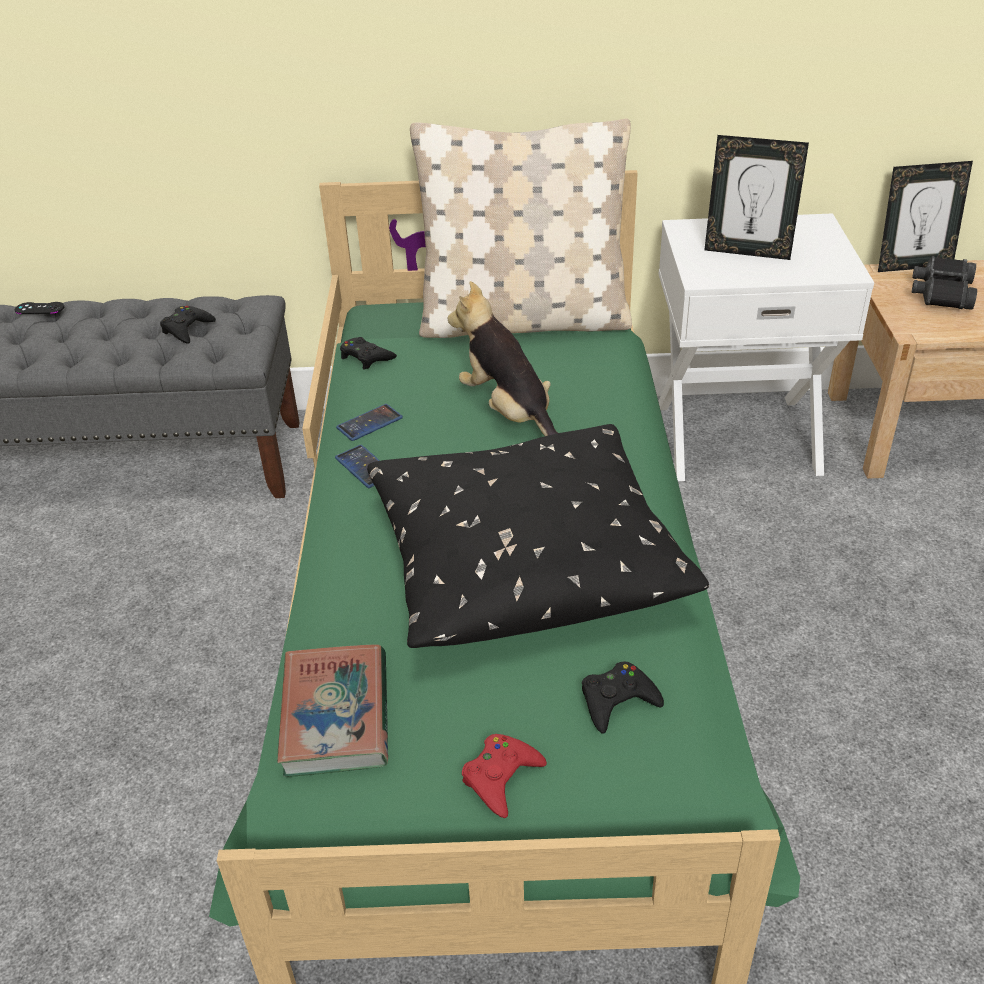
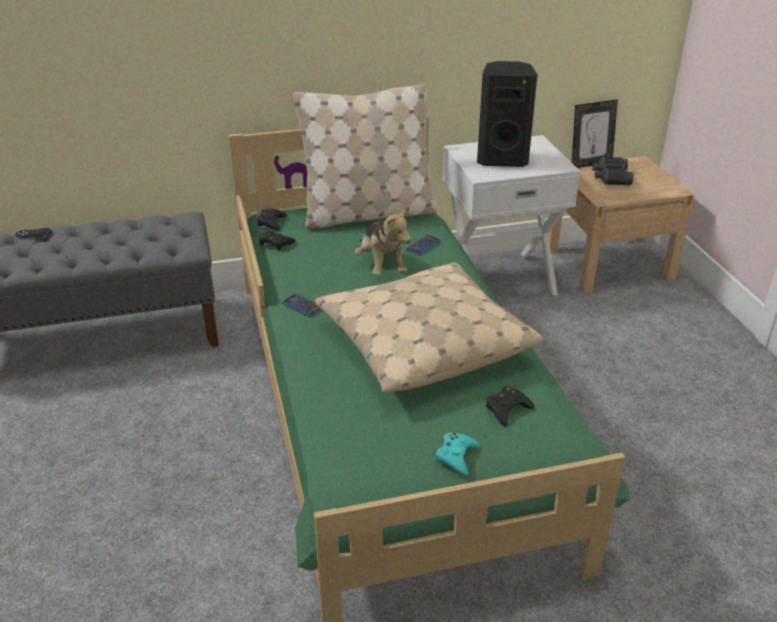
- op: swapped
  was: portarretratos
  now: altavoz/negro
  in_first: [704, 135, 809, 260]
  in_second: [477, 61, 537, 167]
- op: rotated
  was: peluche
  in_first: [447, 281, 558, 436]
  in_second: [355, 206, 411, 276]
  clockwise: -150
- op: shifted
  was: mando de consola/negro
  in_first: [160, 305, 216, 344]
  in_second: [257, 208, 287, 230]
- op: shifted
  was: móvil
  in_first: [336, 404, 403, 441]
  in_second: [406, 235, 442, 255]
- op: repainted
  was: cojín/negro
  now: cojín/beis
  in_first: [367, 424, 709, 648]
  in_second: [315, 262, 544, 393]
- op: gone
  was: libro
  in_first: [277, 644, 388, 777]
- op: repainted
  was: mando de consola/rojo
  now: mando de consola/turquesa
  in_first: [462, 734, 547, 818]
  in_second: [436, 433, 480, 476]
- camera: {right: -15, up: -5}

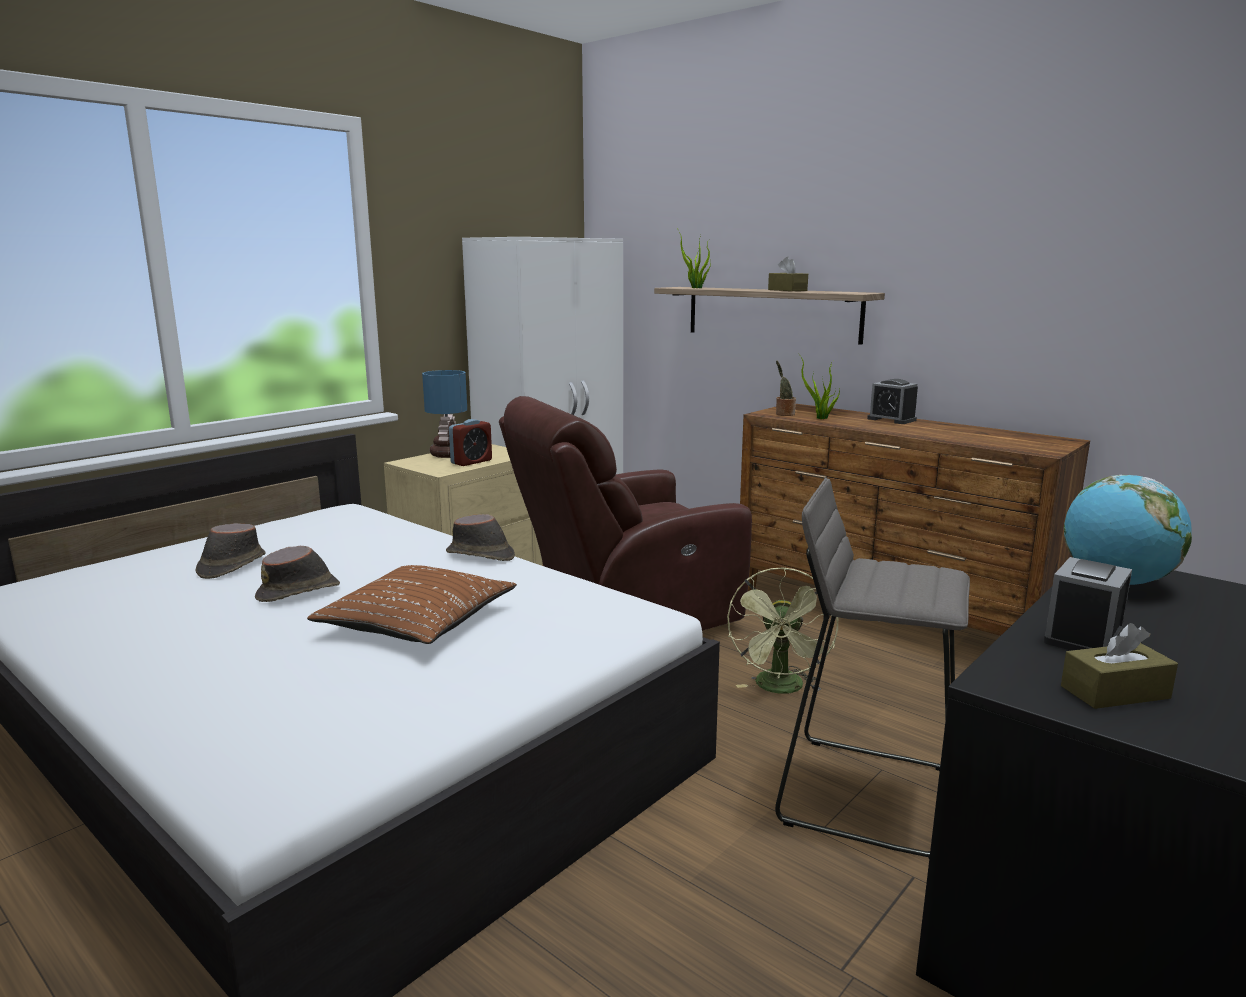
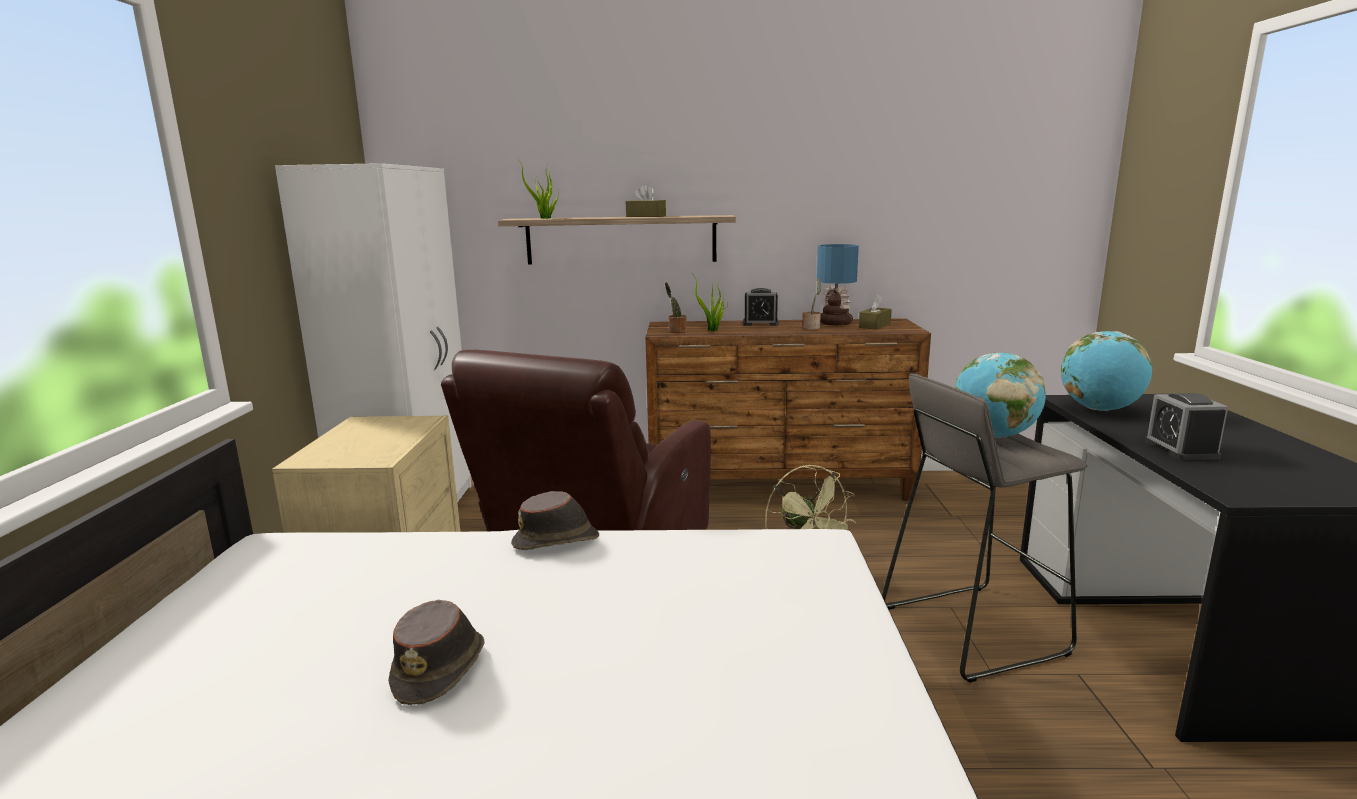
- op: shifted
  was: lámpara de mesa
  in_first: [422, 370, 467, 458]
  in_second: [817, 244, 859, 325]
- op: gone
  was: despertador
  in_first: [449, 419, 492, 466]
- op: gone
  was: sombrero/marrón
  in_first: [196, 523, 266, 579]
- op: gone
  was: cojín/marrón
  in_first: [307, 565, 517, 644]
- op: shifted
  was: caja de pañuelos/marrón
  in_first: [1061, 623, 1178, 709]
  in_second: [859, 295, 892, 330]
- op: new
  now: planta en maceta
  in_second: [802, 278, 821, 330]
- op: new
  now: globo terráqueo
  in_second: [955, 352, 1046, 438]
- camera: {right: -40, up: 0}

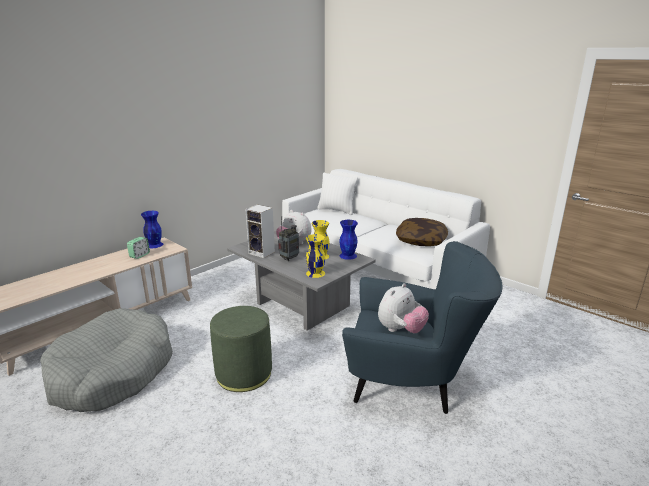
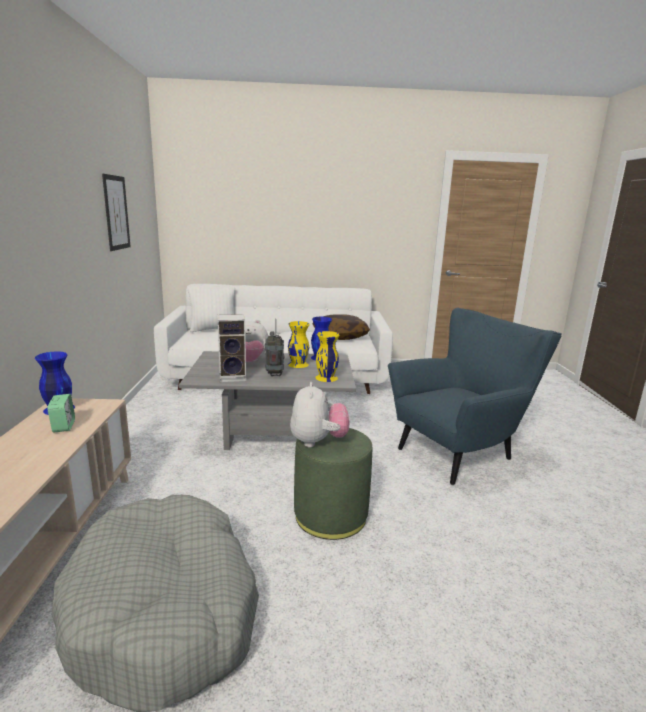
- op: shifted
  was: peluche
  in_first: [378, 283, 429, 333]
  in_second: [290, 382, 350, 447]
- op: new
  now: cuadro
  in_second: [102, 174, 131, 251]
- camera: {right: -45, up: -5}

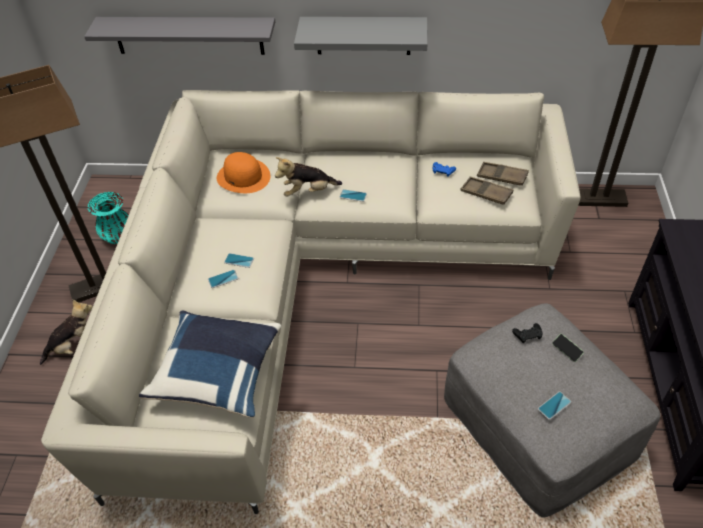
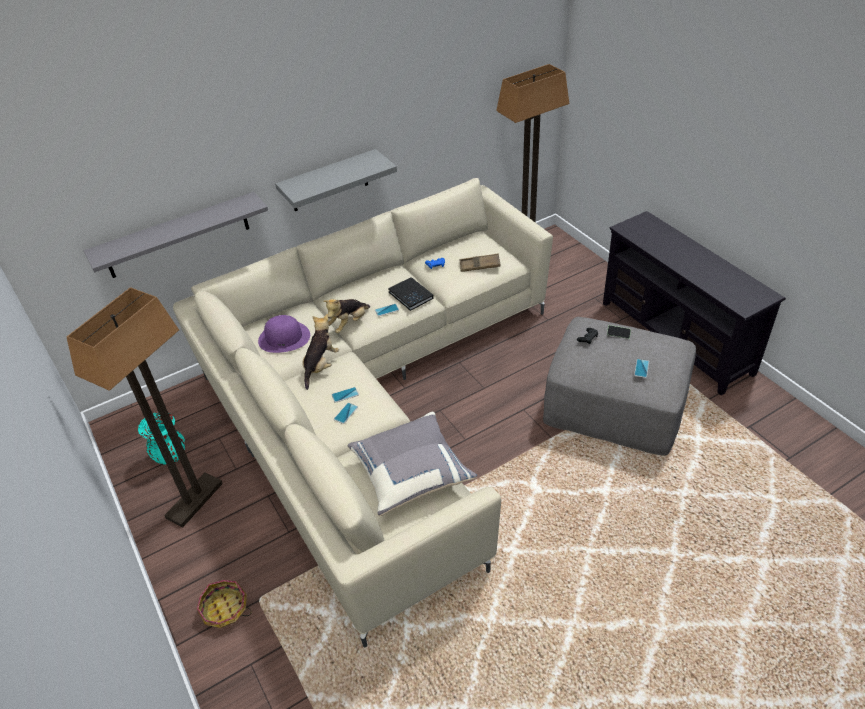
- op: repainted
  was: sombrero/naranja
  now: sombrero/morado
  in_first: [217, 152, 270, 193]
  in_second: [258, 315, 310, 353]
- op: gone
  was: bandeja/marrón
  in_first: [477, 162, 529, 186]
- op: shifted
  was: peluche
  in_first: [40, 299, 93, 365]
  in_second: [302, 314, 339, 390]
- op: repainted
  was: cojín/azul
  now: cojín/gris
  in_first: [139, 310, 281, 418]
  in_second: [348, 412, 477, 516]
- op: new
  now: libro/negro
  in_second: [388, 277, 434, 311]
- op: new
  now: cesta
  in_second: [197, 580, 252, 628]
- camera: {right: -35, up: -5}

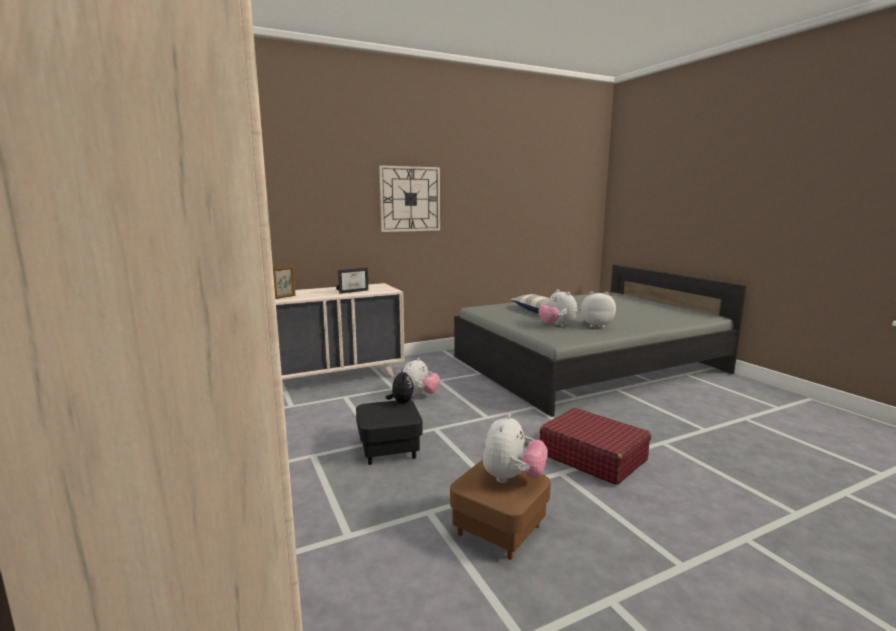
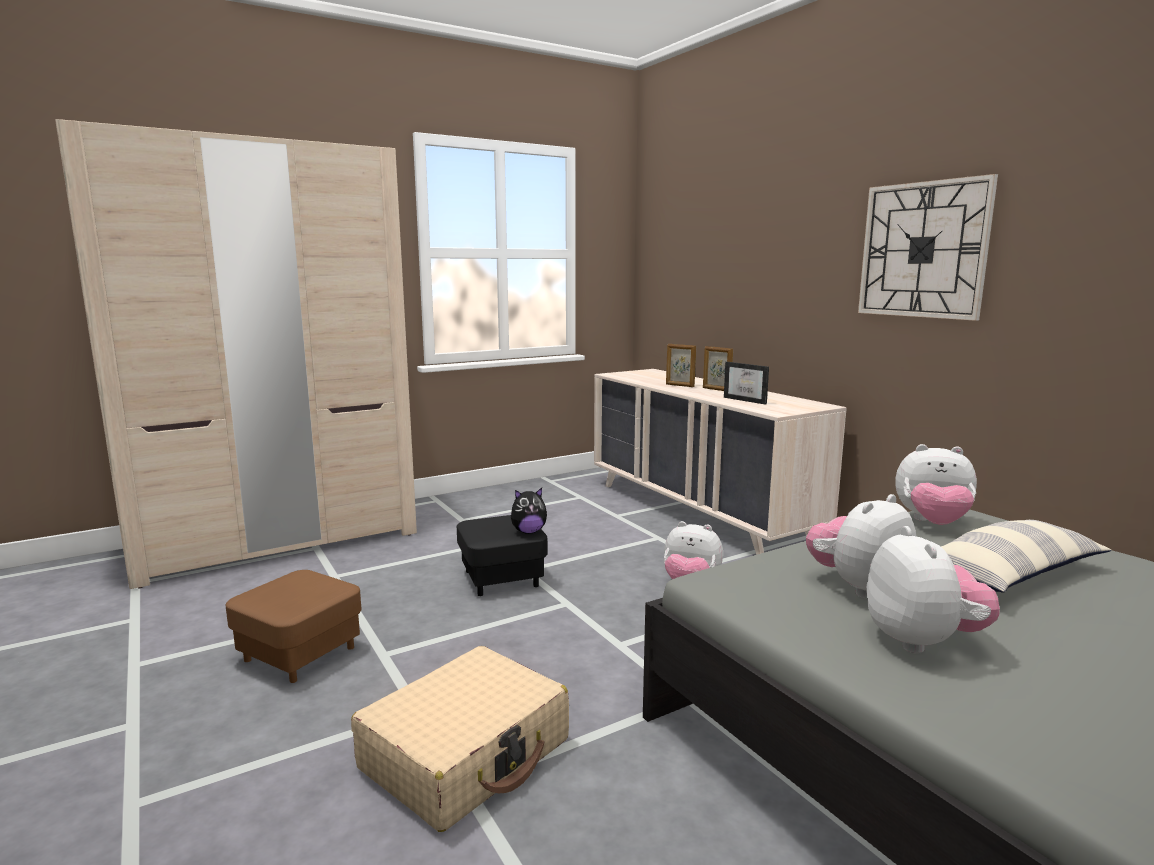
- op: repainted
  was: maleta/rojo
  now: maleta/beis
  in_first: [540, 408, 651, 485]
  in_second: [351, 646, 569, 832]
- op: shifted
  was: peluche
  in_first: [483, 413, 548, 483]
  in_second: [895, 444, 977, 525]
- op: new
  now: portarretratos
  in_second: [703, 346, 733, 391]
- camera: {right: 85, up: 0}

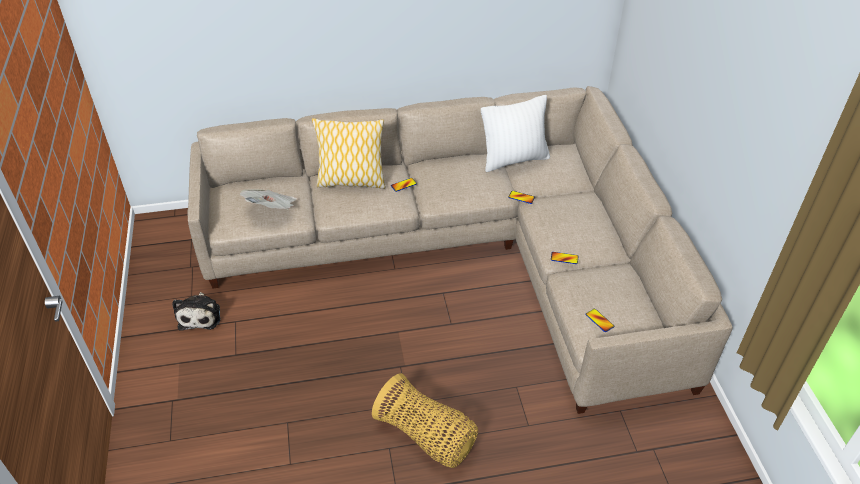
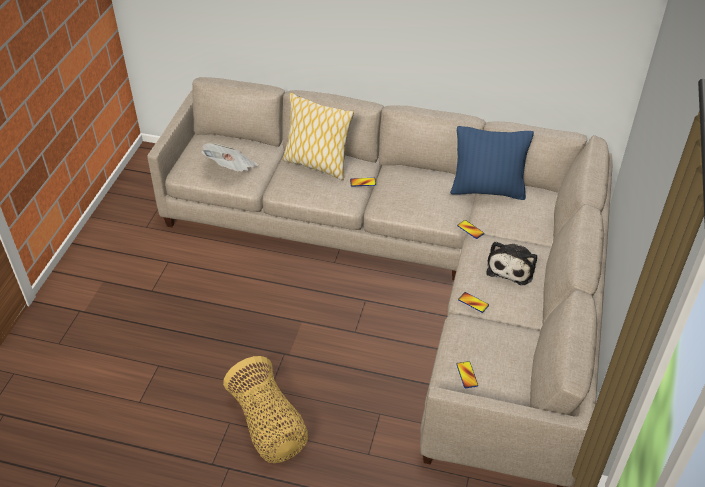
- op: repainted
  was: cojín/blanco
  now: cojín/azul
  in_first: [481, 95, 550, 172]
  in_second: [450, 126, 534, 200]
- op: shifted
  was: peluche
  in_first: [172, 292, 220, 331]
  in_second: [486, 242, 537, 285]
- camera: {right: 25, up: 0}

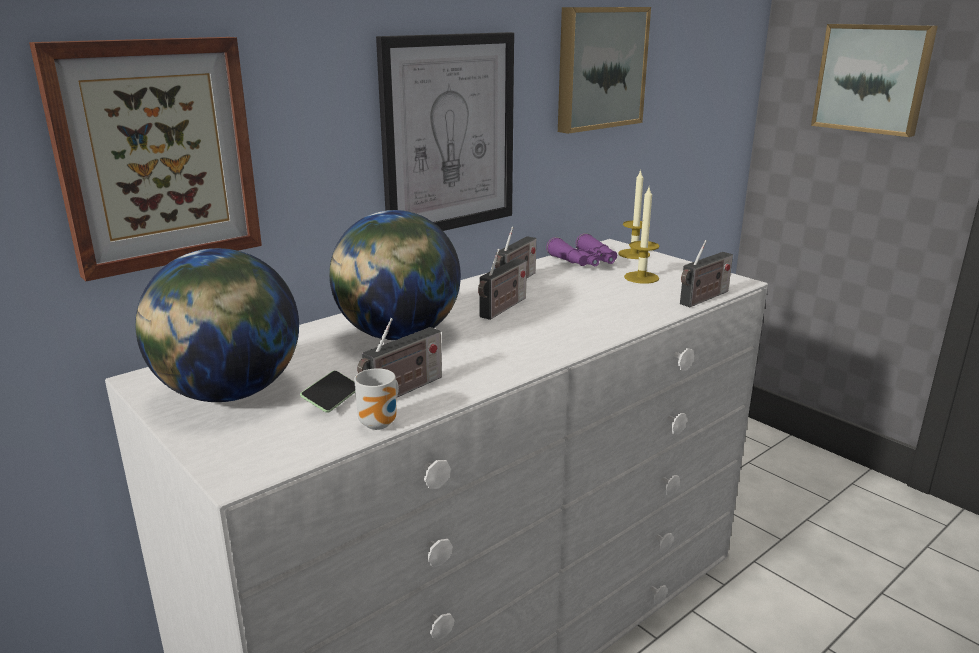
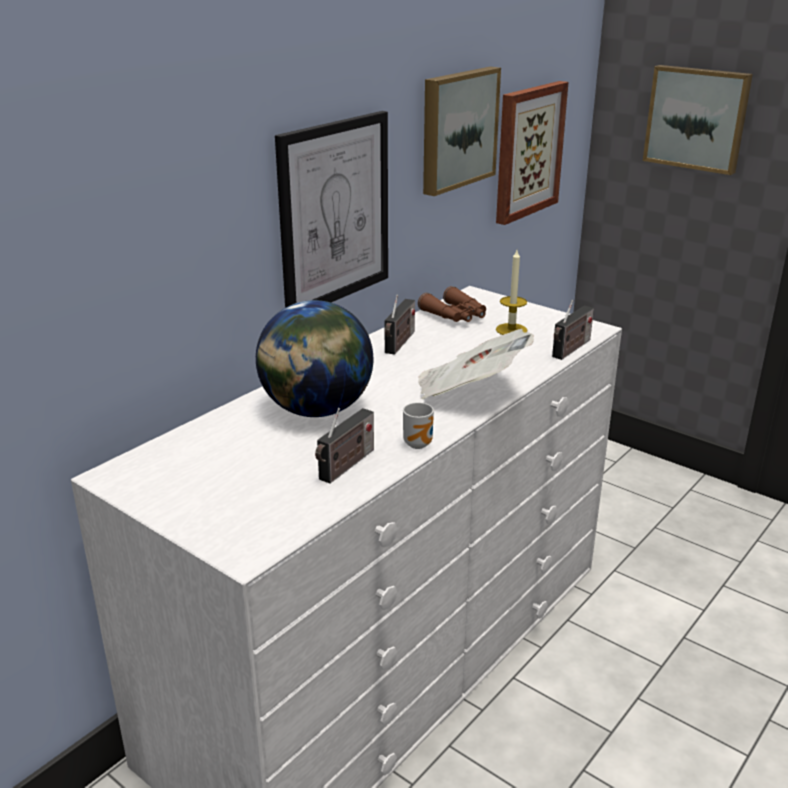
- op: shifted
  was: cuadro
  in_first: [29, 37, 262, 281]
  in_second: [496, 81, 568, 225]
- op: gone
  was: vela
  in_first: [618, 169, 650, 259]
- op: repainted
  was: prismáticos/morado
  now: prismáticos/marrón
  in_first: [546, 233, 617, 266]
  in_second: [418, 286, 486, 322]
- op: gone
  was: globo terráqueo
  in_first: [135, 248, 299, 402]
- op: gone
  was: radio
  in_first: [478, 249, 527, 320]
- op: shifted
  was: taza grande
  in_first: [354, 368, 399, 430]
  in_second: [403, 402, 434, 449]
- op: gone
  was: móvil
  in_first: [300, 370, 355, 413]
- op: new
  now: periódico
  in_second: [418, 329, 534, 399]
- camera: {right: -10, up: 5}

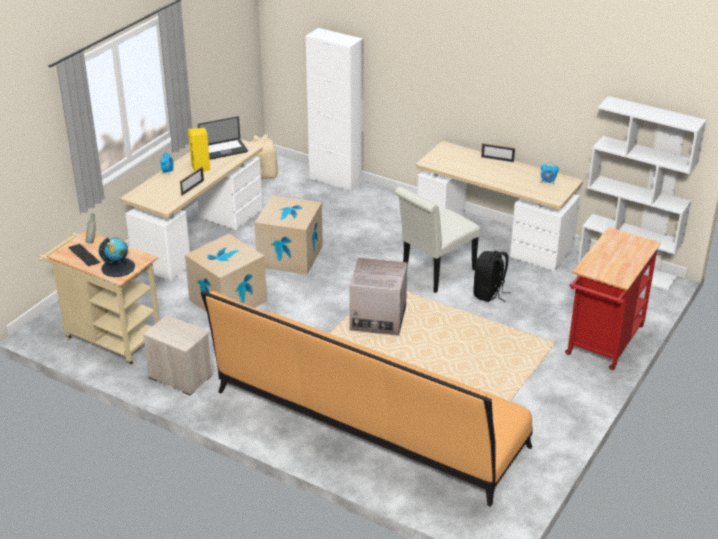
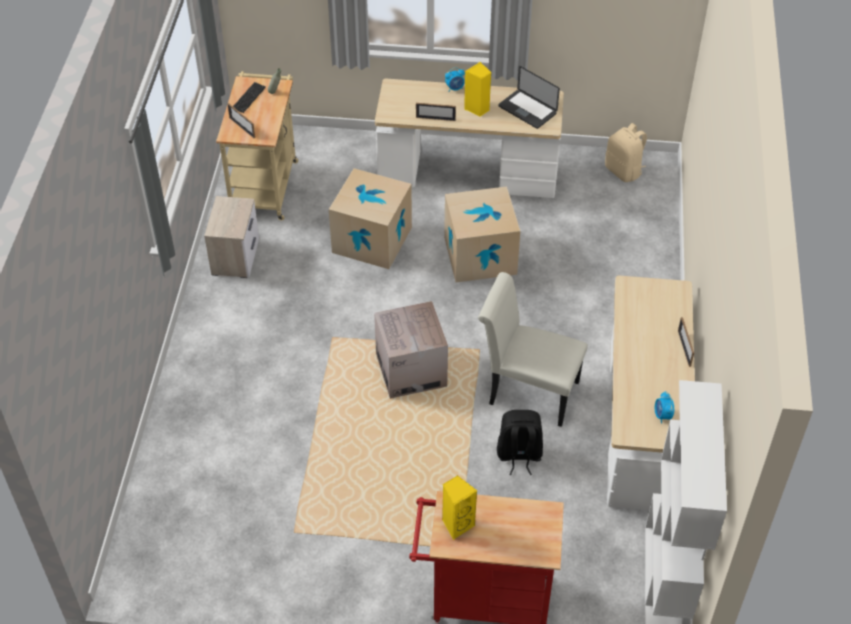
- op: gone
  was: armario/blanco
  in_first: [306, 28, 363, 192]
- op: swapped
  was: globo terráqueo
  now: portarretratos
  in_first: [99, 238, 135, 277]
  in_second: [228, 103, 255, 138]
- op: gone
  was: sofá/naranja
  in_first: [201, 291, 533, 507]
- op: new
  now: altavoz/amarillo
  in_second: [442, 475, 477, 540]
- camera: {right: 65, up: 15}

